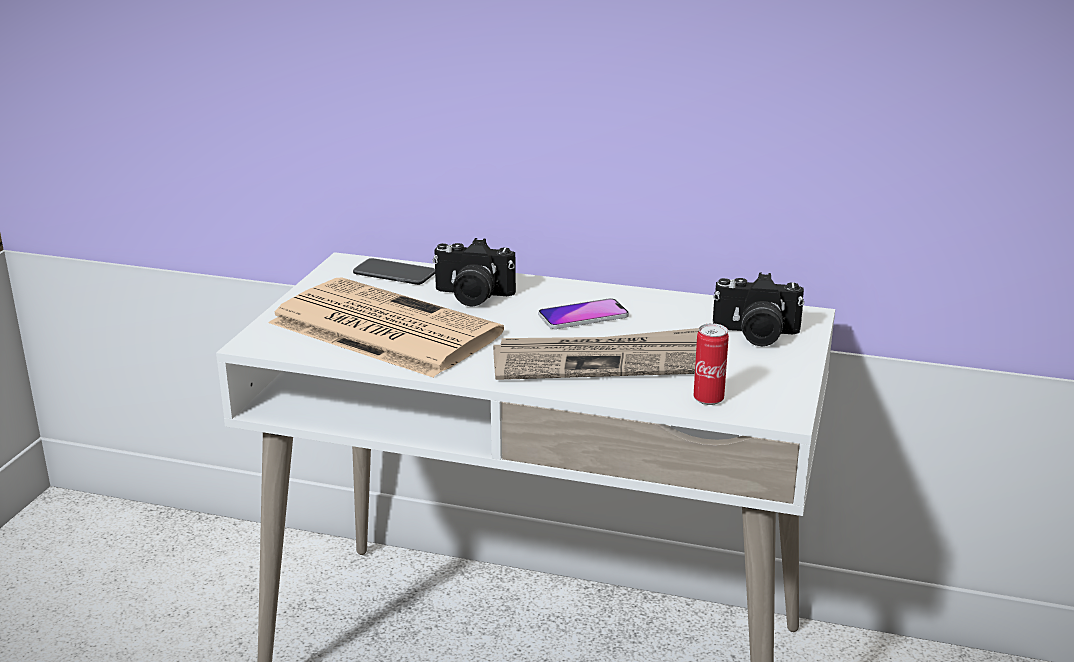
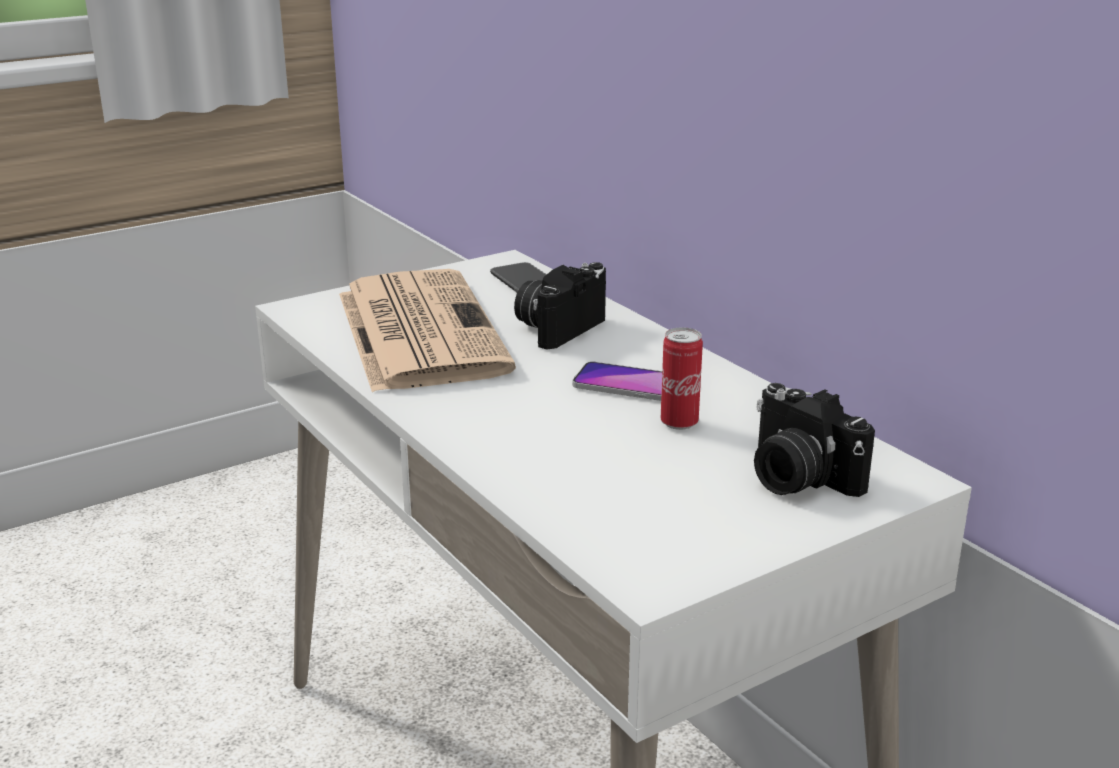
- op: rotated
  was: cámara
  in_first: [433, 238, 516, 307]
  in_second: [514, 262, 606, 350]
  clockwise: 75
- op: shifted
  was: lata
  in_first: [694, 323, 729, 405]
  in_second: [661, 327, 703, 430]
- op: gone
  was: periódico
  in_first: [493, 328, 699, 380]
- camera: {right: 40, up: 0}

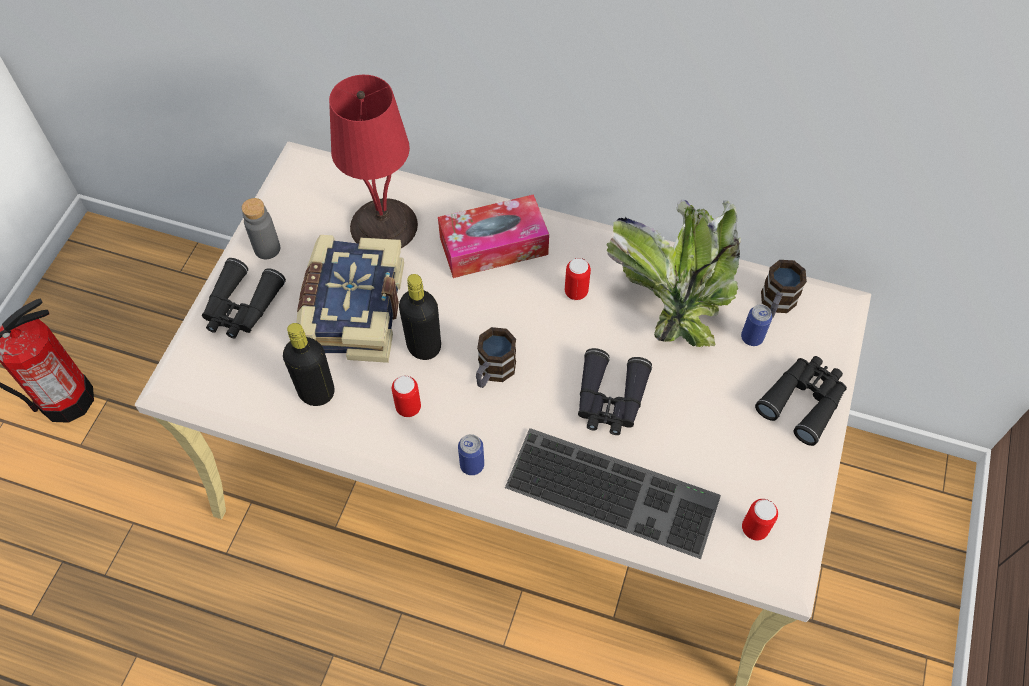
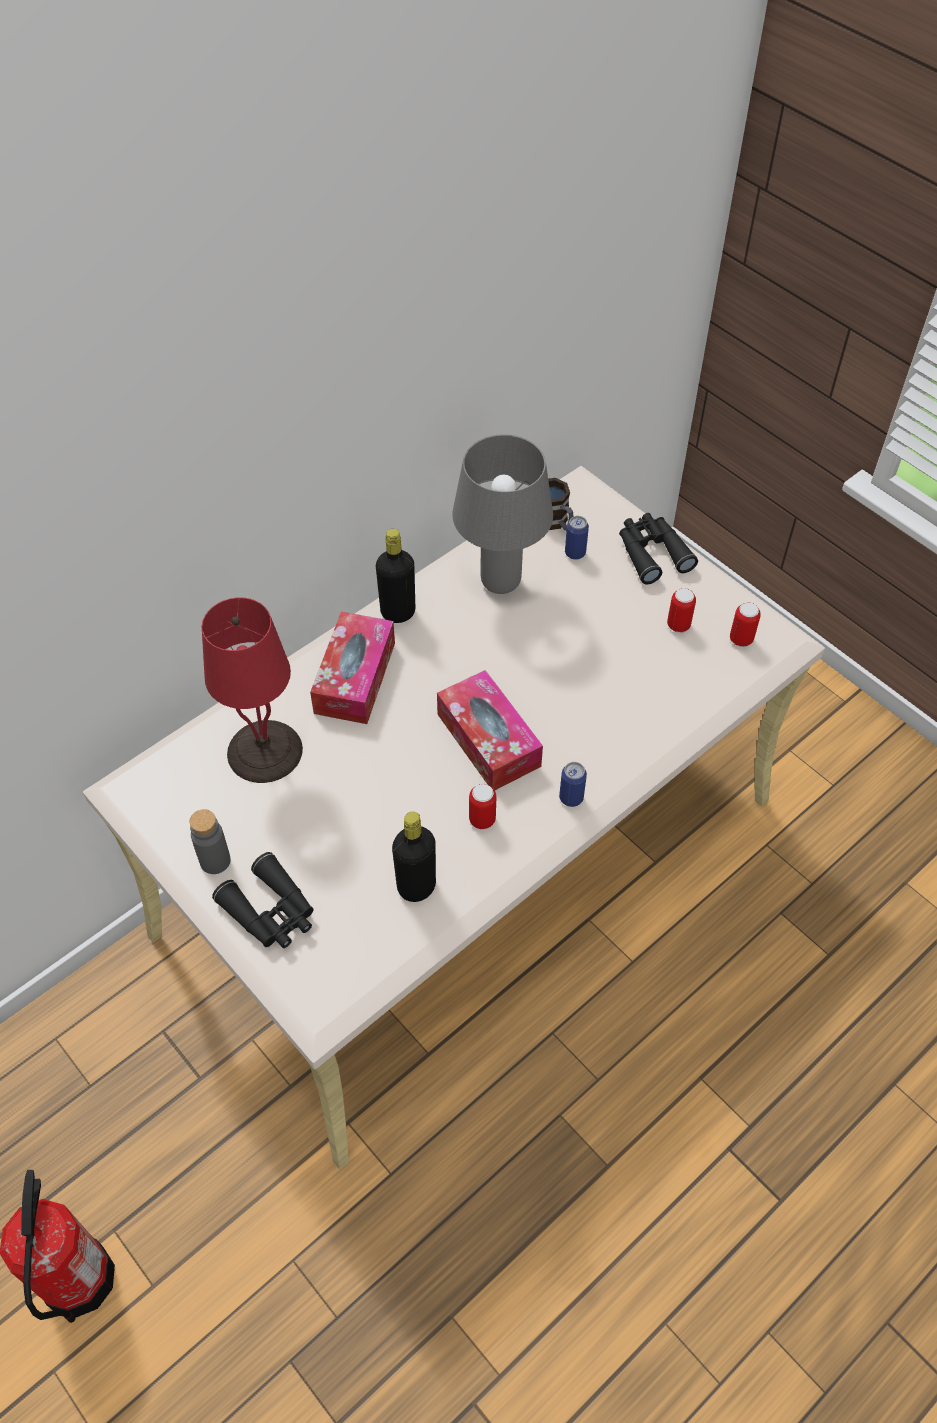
- op: swapped
  was: planta en maceta
  now: lámpara de mesa/gris
  in_first: [607, 199, 741, 347]
  in_second: [452, 434, 553, 594]
- op: gone
  was: libro
  in_first: [296, 235, 404, 363]
- op: shifted
  was: lata
  in_first: [565, 258, 591, 300]
  in_second: [667, 588, 696, 633]
- op: shifted
  was: botella/negro
  in_first: [399, 274, 441, 360]
  in_second: [376, 529, 415, 623]
- op: swapped
  was: taza grande
  now: caja de pañuelos
  in_first: [476, 327, 516, 388]
  in_second: [437, 670, 543, 790]
- op: gone
  was: prismáticos/negro
  in_first: [578, 348, 652, 435]
- op: gone
  was: teclado
  in_first: [505, 428, 721, 559]
- camera: {right: -60, up: -5}

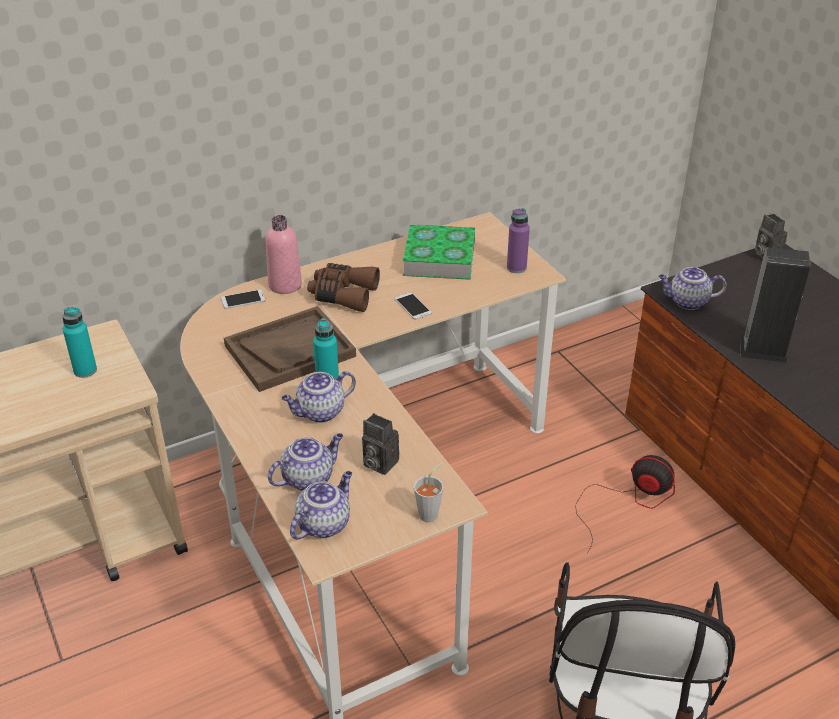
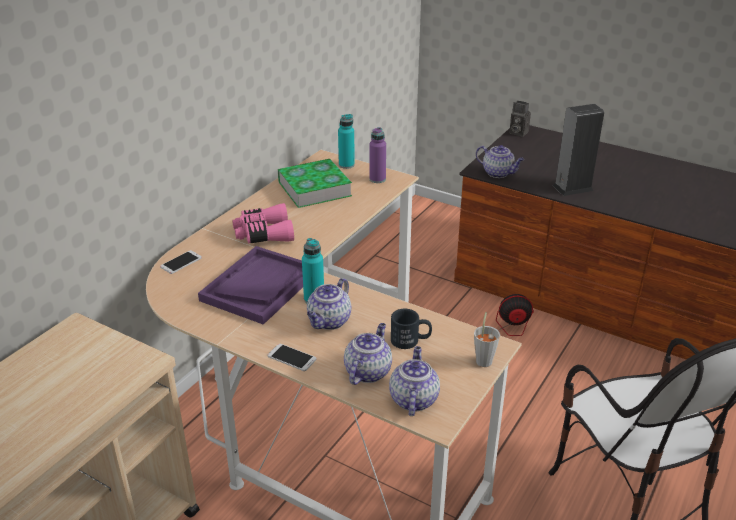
- op: gone
  was: botella/rosa
  in_first: [266, 215, 302, 294]
- op: repainted
  was: prismáticos/marrón
  now: prismáticos/rosa
  in_first: [307, 263, 380, 312]
  in_second: [232, 203, 294, 244]
- op: rotated
  was: tetera
  in_first: [658, 267, 726, 310]
  in_second: [476, 145, 524, 178]
  clockwise: -120
- op: shifted
  was: móvil
  in_first: [394, 292, 432, 320]
  in_second: [268, 344, 317, 371]
- op: repainted
  was: bandeja/marrón
  now: bandeja/morado
  in_first: [224, 306, 356, 392]
  in_second: [198, 246, 303, 325]
- op: shifted
  was: botella/turquesa
  in_first: [63, 307, 97, 378]
  in_second: [338, 114, 355, 169]
- op: swapped
  was: cámara
  now: taza grande/negro
  in_first: [362, 413, 399, 475]
  in_second: [391, 309, 432, 349]
- camera: {right: -30, up: -5}

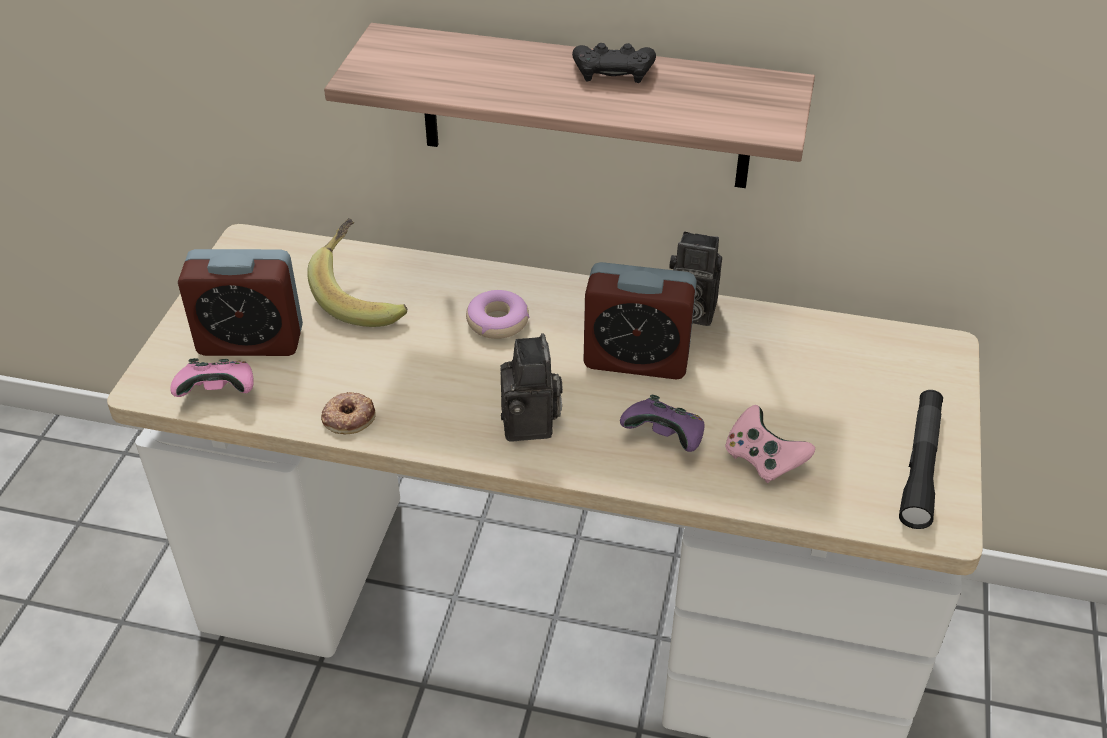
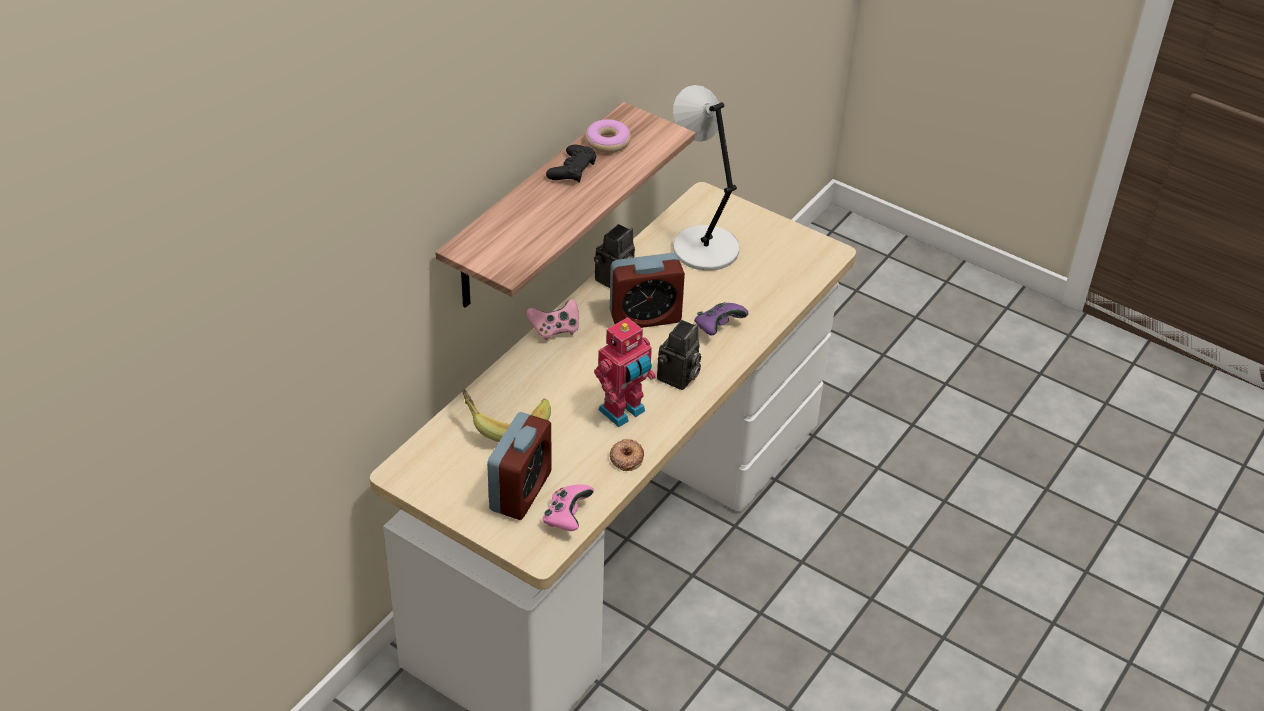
- op: rotated
  was: despertador
  in_first: [583, 262, 697, 379]
  in_second: [610, 253, 685, 328]
  clockwise: 45
- op: shifted
  was: rosquilla
  in_first: [466, 290, 529, 339]
  in_second: [585, 119, 631, 153]
- op: rotated
  was: cámara
  in_first: [500, 333, 563, 442]
  in_second: [657, 320, 701, 390]
  clockwise: 105
- op: gone
  was: linterna/negro
  in_first: [899, 390, 943, 529]
- op: shifted
  was: mando de consola/rosa
  in_first: [725, 405, 815, 483]
  in_second: [527, 299, 579, 341]
- op: new
  now: lámpara de mesa/gris
  in_second: [673, 85, 739, 271]
- op: new
  now: robot de juguete
  in_second: [594, 317, 656, 427]
- camera: {right: -70, up: 0}

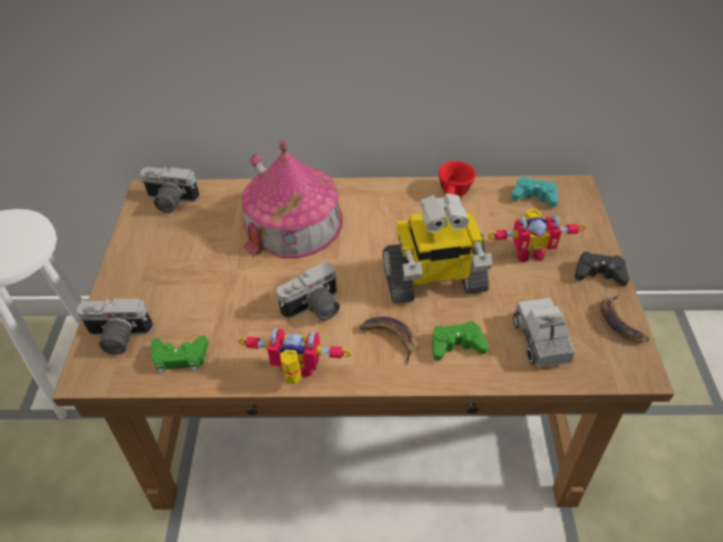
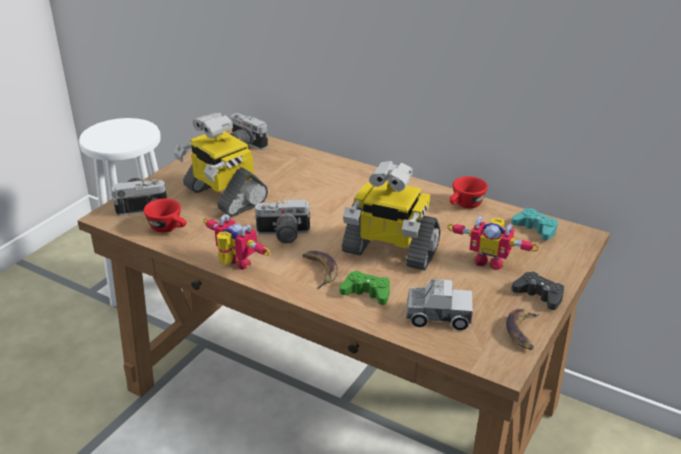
- op: gone
  was: casita
  in_first: [242, 140, 343, 258]
- op: rotated
  was: camión de juguete
  in_first: [513, 298, 575, 368]
  in_second: [406, 279, 473, 331]
  clockwise: 75
- op: rotated
  was: cámara
  in_first: [77, 299, 153, 355]
  in_second: [111, 178, 167, 216]
  clockwise: 135
- op: swapped
  was: mando de consola/verde
  now: taza/rojo
  in_first: [151, 335, 209, 374]
  in_second: [144, 199, 186, 233]
- op: new
  now: robot de juguete
  in_second: [173, 113, 268, 217]
- camera: {right: 30, up: -15}

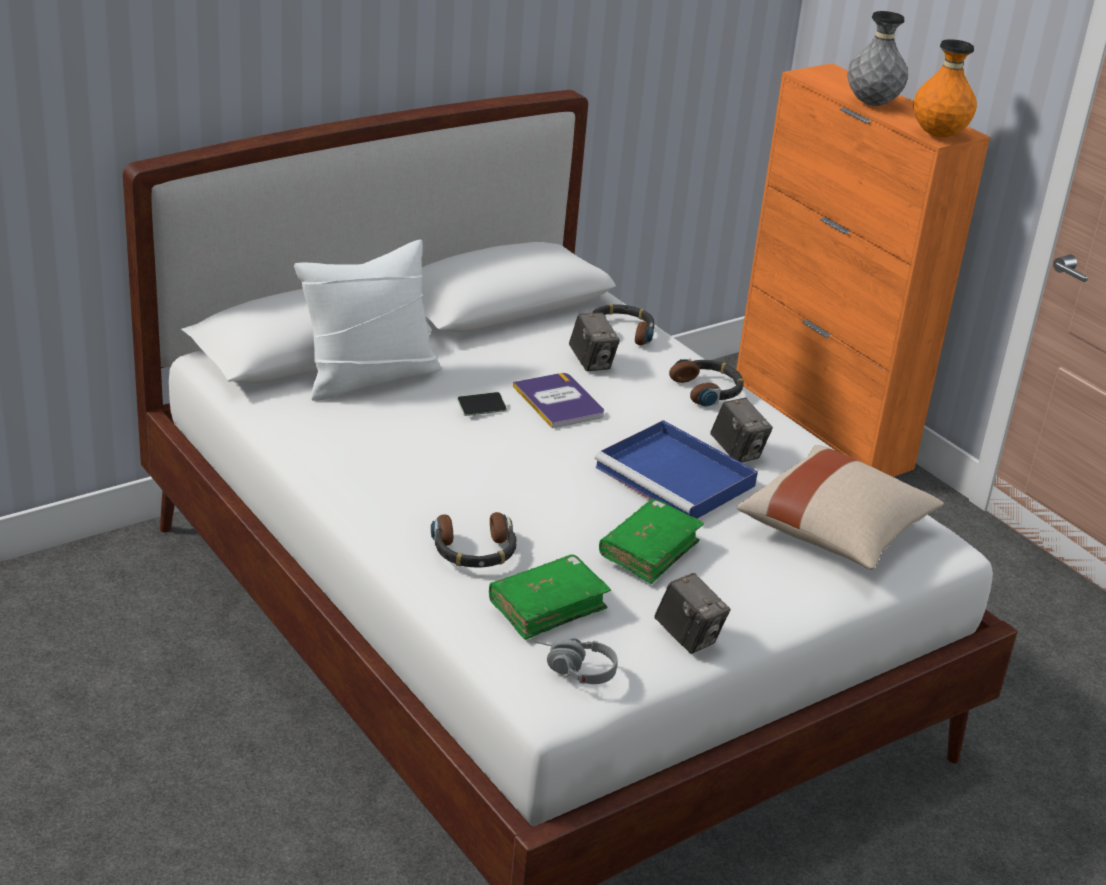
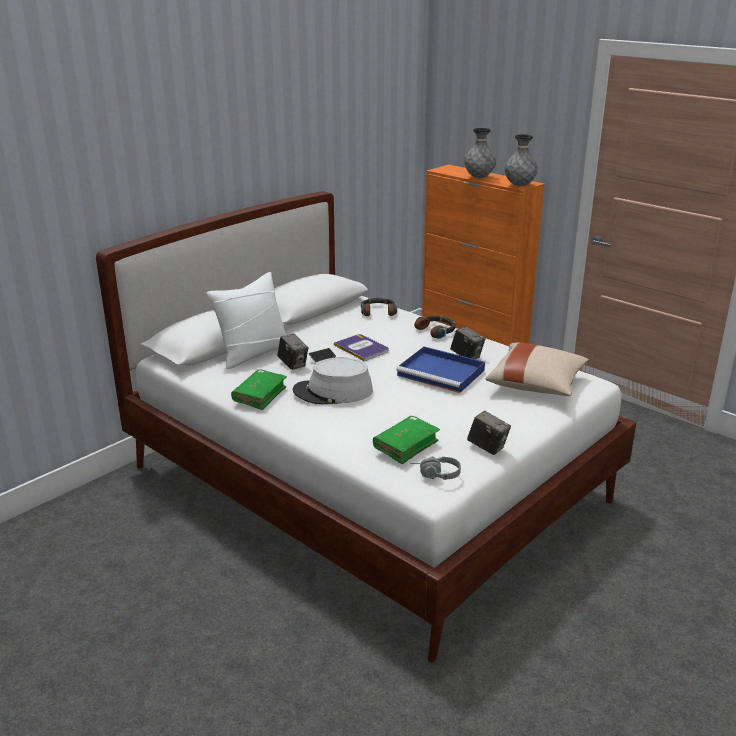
- op: repainted
  was: florero/naranja
  now: florero/gris
  in_first: [913, 39, 977, 138]
  in_second: [505, 134, 538, 186]
- op: shifted
  was: cámara
  in_first: [569, 312, 620, 371]
  in_second: [277, 334, 308, 370]
- op: shifted
  was: libro/verde
  in_first: [599, 499, 704, 584]
  in_second: [231, 369, 287, 410]
- op: gone
  was: auriculares
  in_first: [431, 512, 517, 568]
- op: new
  now: sombrero/gris
  in_second: [293, 358, 373, 404]
- camera: {right: -10, up: -5}

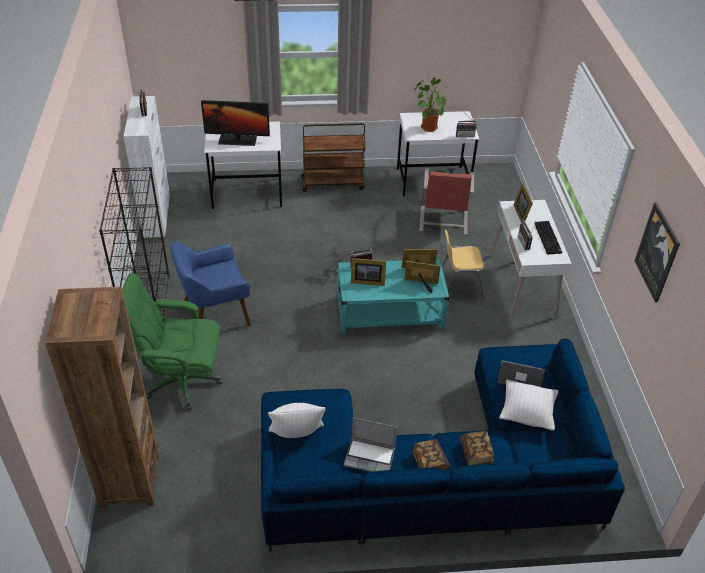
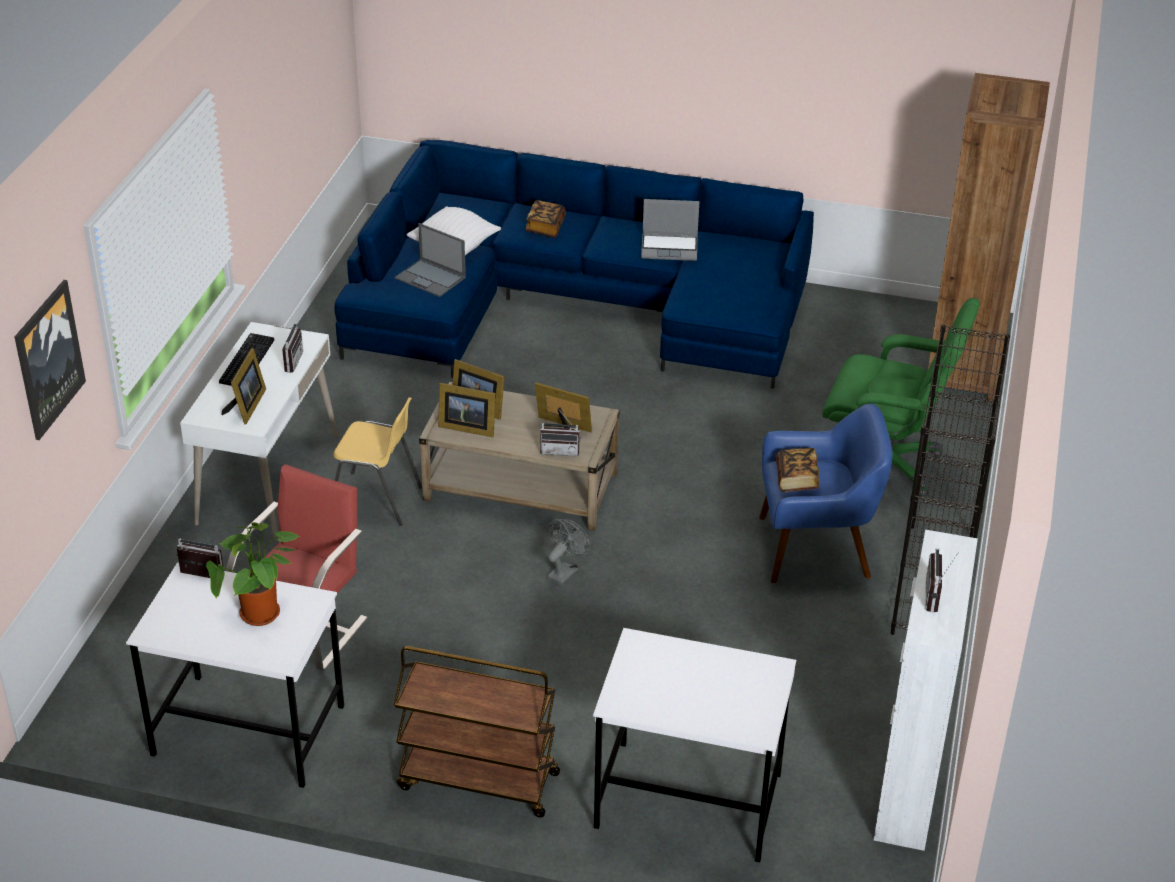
- op: gone
  was: monitor
  in_first: [201, 100, 270, 146]
- op: shifted
  was: cuadro
  in_first: [635, 203, 680, 303]
  in_second: [15, 280, 86, 440]
- op: repainted
  was: mesa de centro/turquesa
  now: mesa de centro/beis
  in_first: [337, 259, 450, 335]
  in_second: [419, 382, 620, 531]
- op: gone
  was: cojín/blanco
  in_first: [268, 403, 325, 438]
- op: rotated
  was: portátil
  in_first: [344, 417, 397, 472]
  in_second: [641, 199, 700, 261]
  clockwise: 150
- op: shifted
  was: libro
  in_first: [412, 439, 450, 470]
  in_second: [776, 448, 819, 492]
- camera: {right: -160, up: -5}

